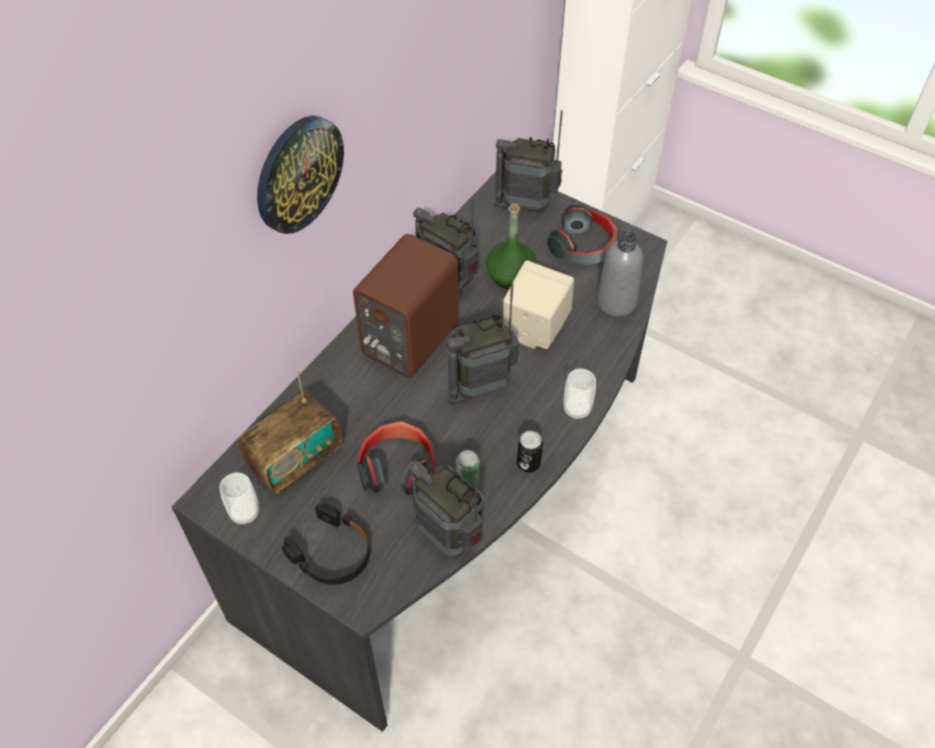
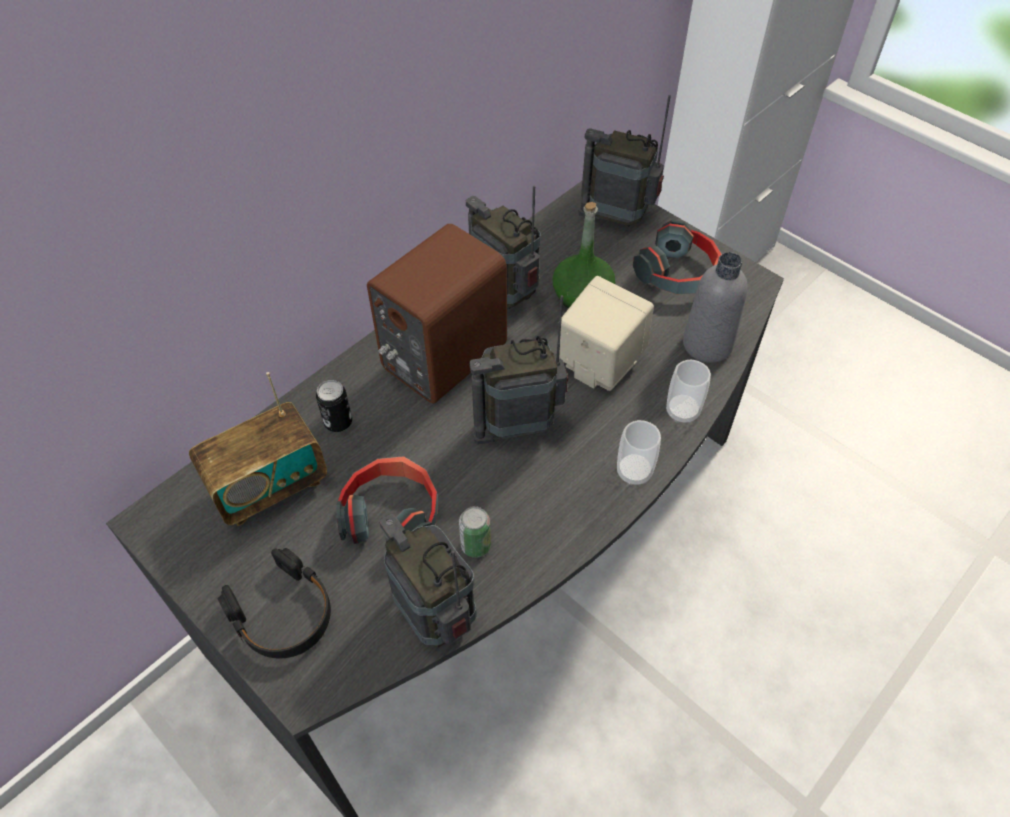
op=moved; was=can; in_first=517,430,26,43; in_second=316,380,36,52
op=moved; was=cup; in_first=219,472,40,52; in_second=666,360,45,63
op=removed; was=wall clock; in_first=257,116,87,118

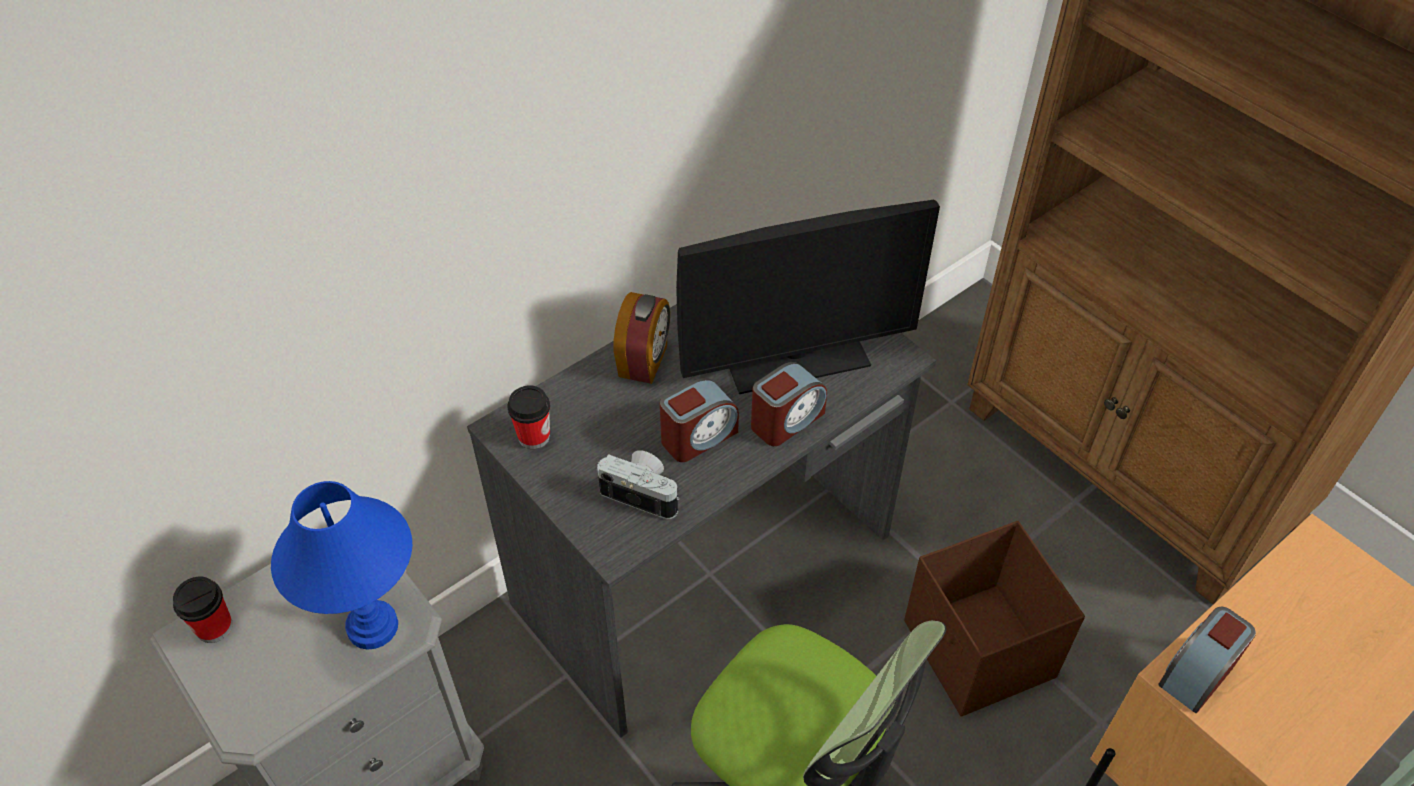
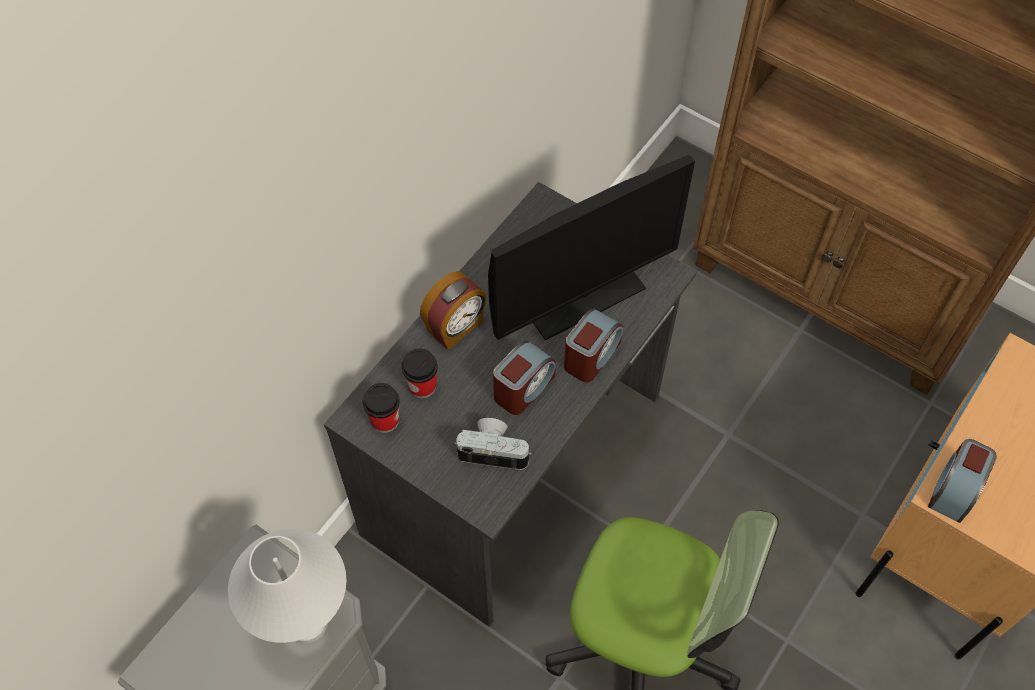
op=recoloured; was=blue table lamp; now=white table lamp; in_first=271,481,141,169; in_second=228,529,119,115
op=moved; was=cup; in_first=173,577,60,66; in_second=401,349,37,50
op=turned; was=alarm clock; in_first=613,292,57,92; in_second=420,271,67,79; clockwise=45
op=removed; was=brown storage box; in_first=904,521,181,196

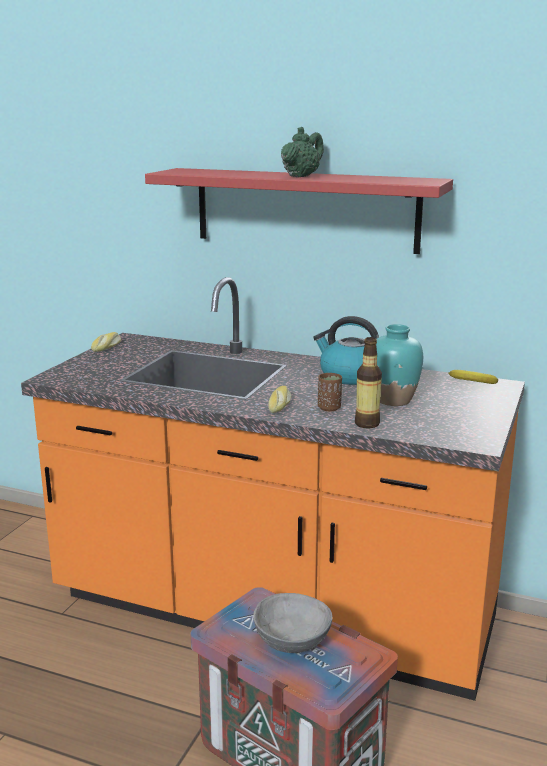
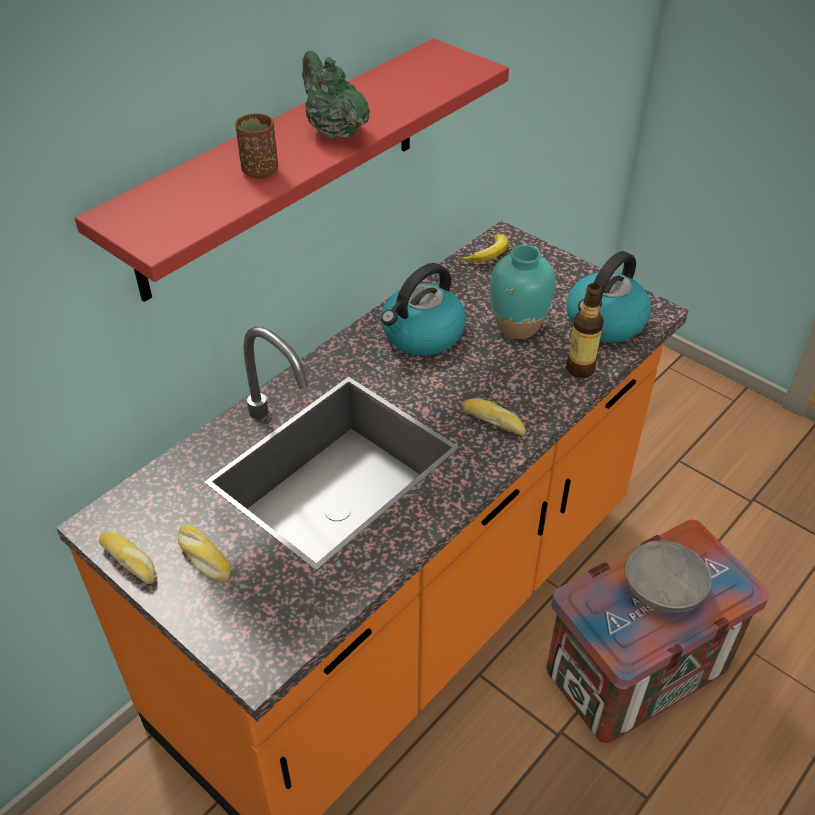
op=added; now=bread; in_second=178,524,53,57
op=moved; was=brown cup; in_first=318,373,24,38; in_second=235,113,43,65
op=added; now=kettle; in_second=566,251,85,92

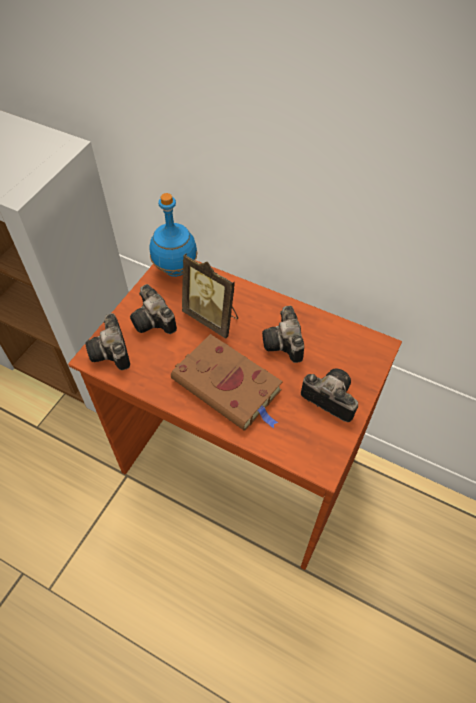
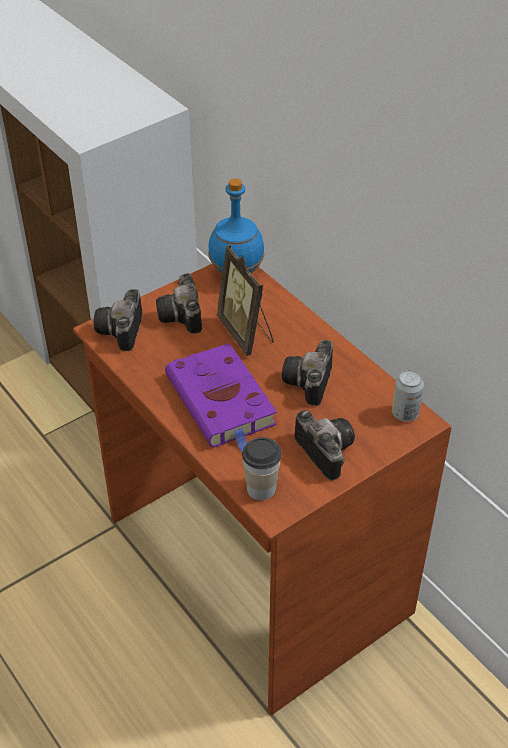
op=recoloured; was=brown book; now=purple book; in_first=171,334,112,97; in_second=165,343,112,109
op=added; now=cup; in_second=242,437,40,63
op=added; now=can; in_second=392,370,32,52

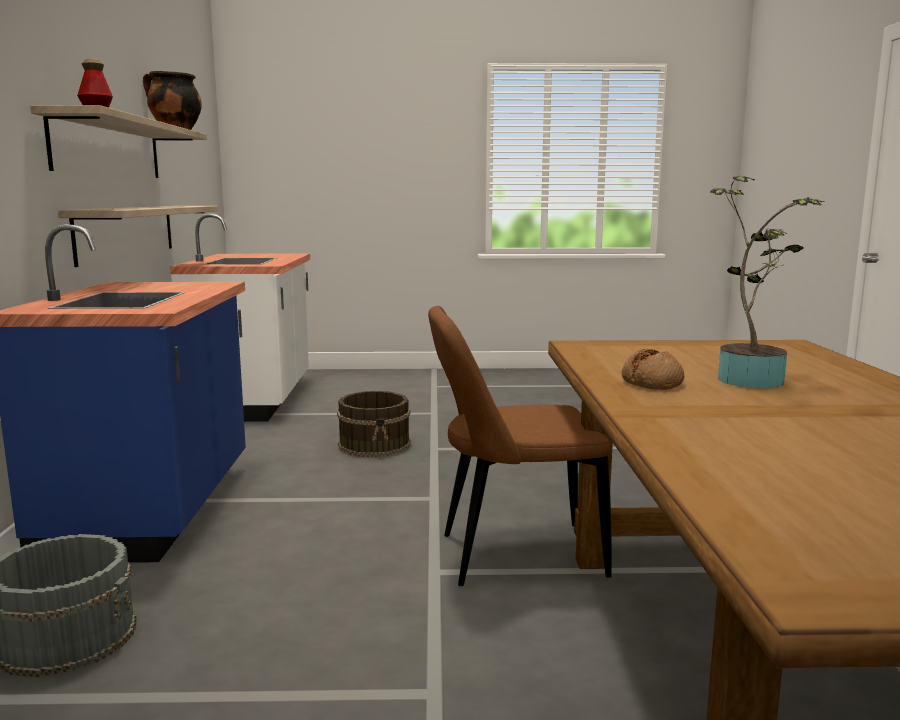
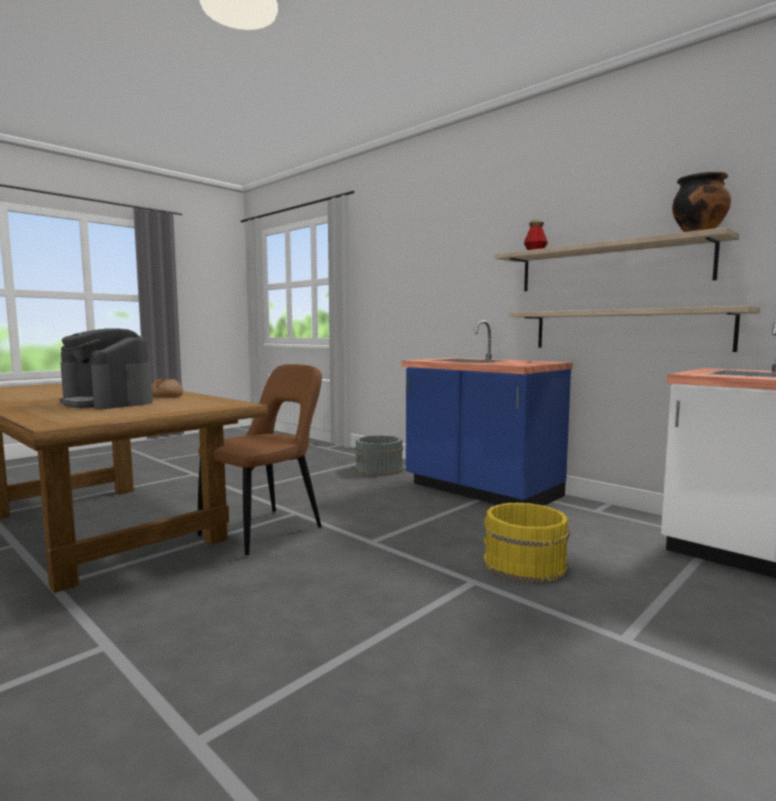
op=replaced; was=potted plant; now=coffee machine; in_first=710,175,114,213; in_second=59,328,94,81
op=recoloured; was=brown bucket; now=yellow bucket; in_first=337,391,74,66; in_second=484,503,86,80

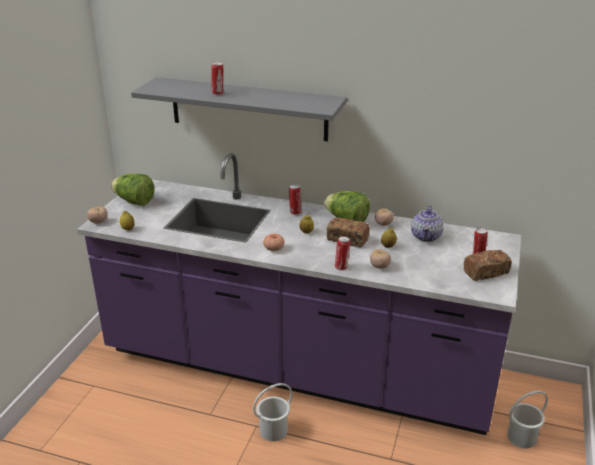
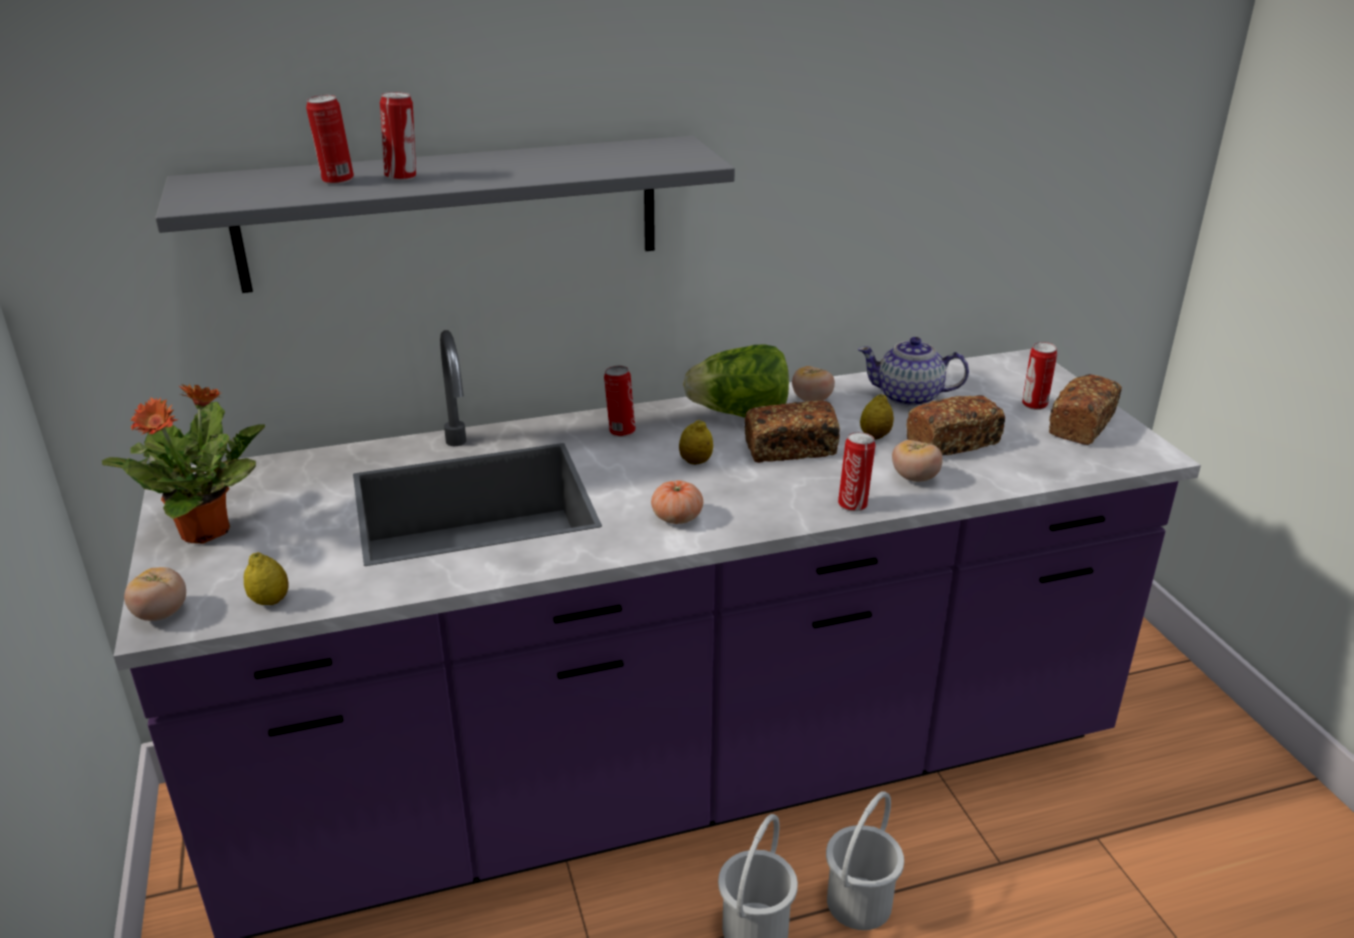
op=replaced; was=lettuce; now=potted plant; in_first=111,174,44,32; in_second=102,384,163,160
op=added; now=can; in_second=306,95,48,89
op=moved; was=white bucket; in_first=507,391,41,57; in_second=826,791,78,139
op=turned; was=teapot; in_first=411,206,32,36; in_second=858,337,111,70; clockwise=120
op=added; now=bread; in_second=906,395,99,60

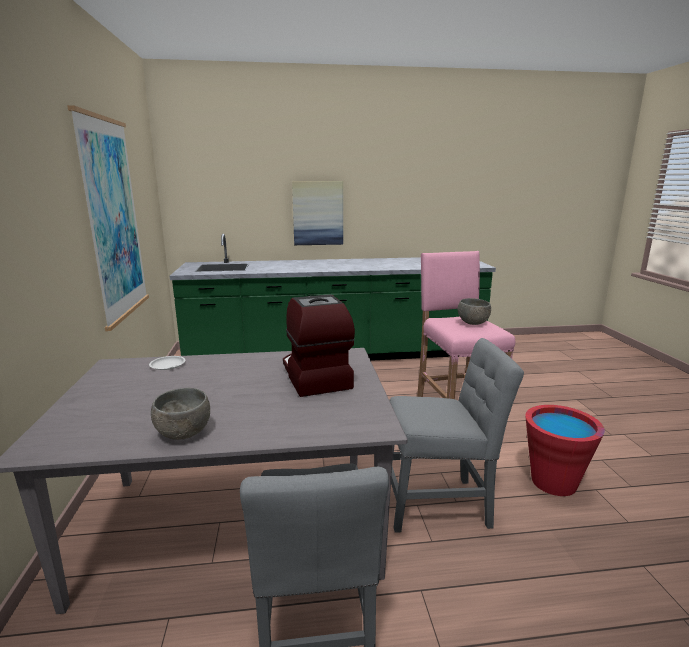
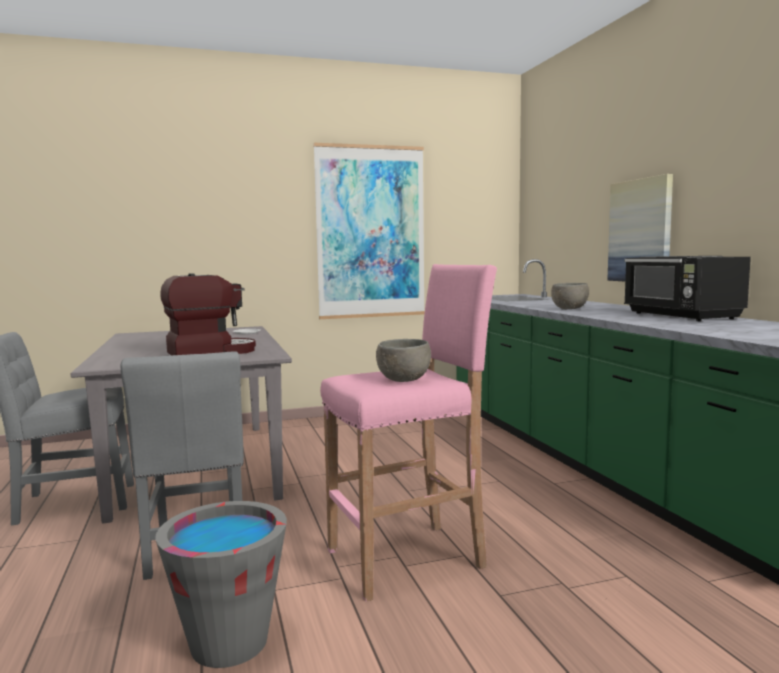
op=recoloured; was=red bucket; now=grey bucket; in_first=525,405,80,91; in_second=155,501,132,167
op=moved; was=grey bowl; in_first=151,388,59,52; in_second=551,283,38,26
op=added; now=black microwave; in_second=624,256,127,65

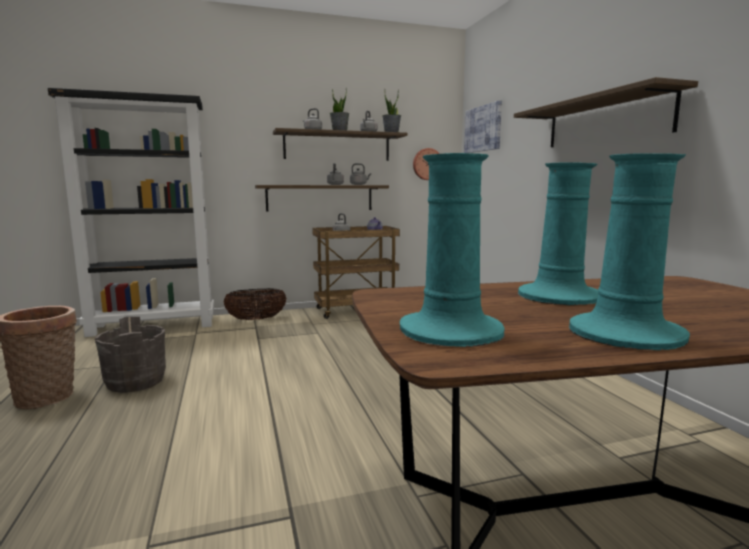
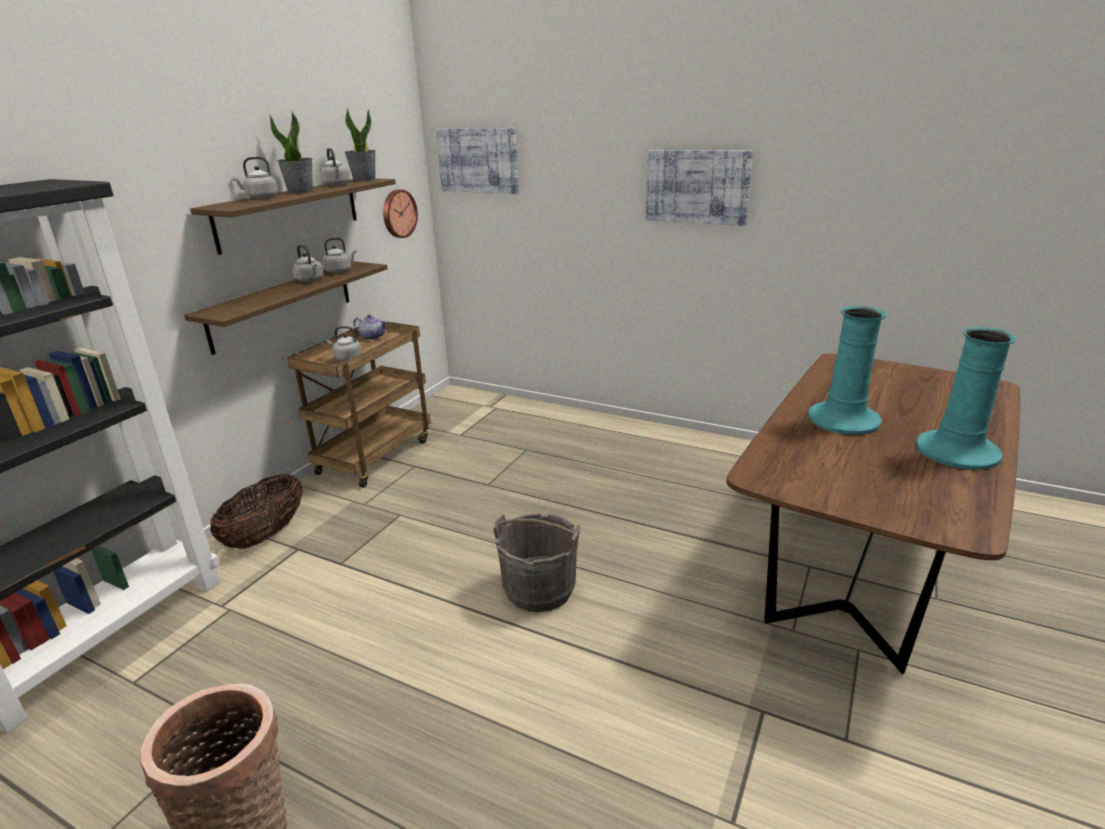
op=moved; was=grey bucket; in_first=95,317,71,76; in_second=493,513,88,99
op=replaced; was=shelf; now=picture; in_first=514,77,184,70; in_second=646,150,107,76
op=removed; was=turquoise vase; in_first=400,153,105,194

